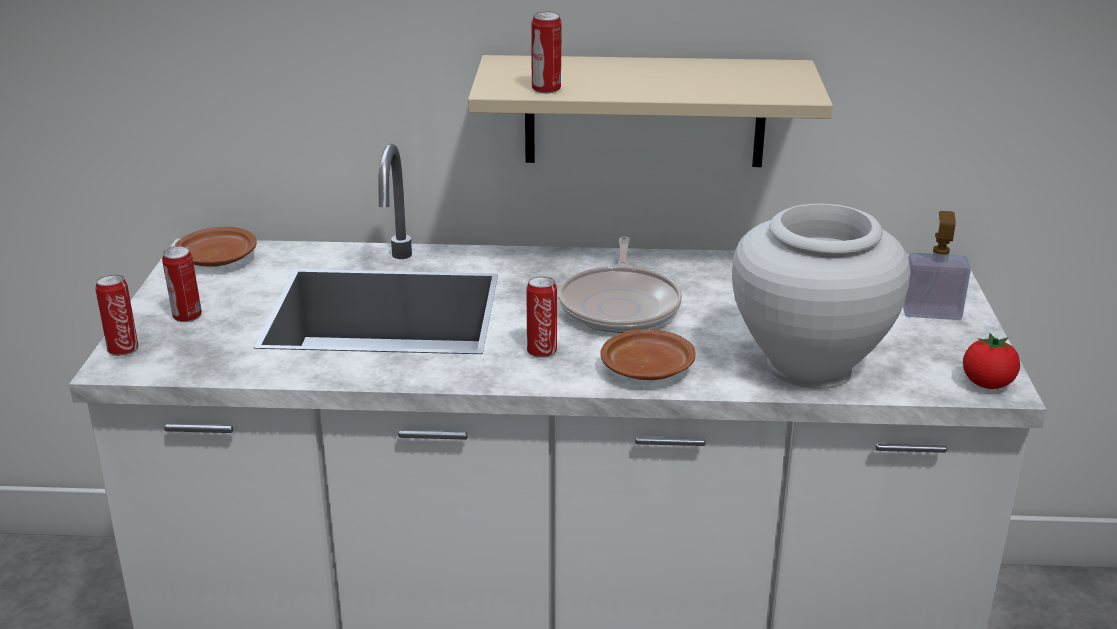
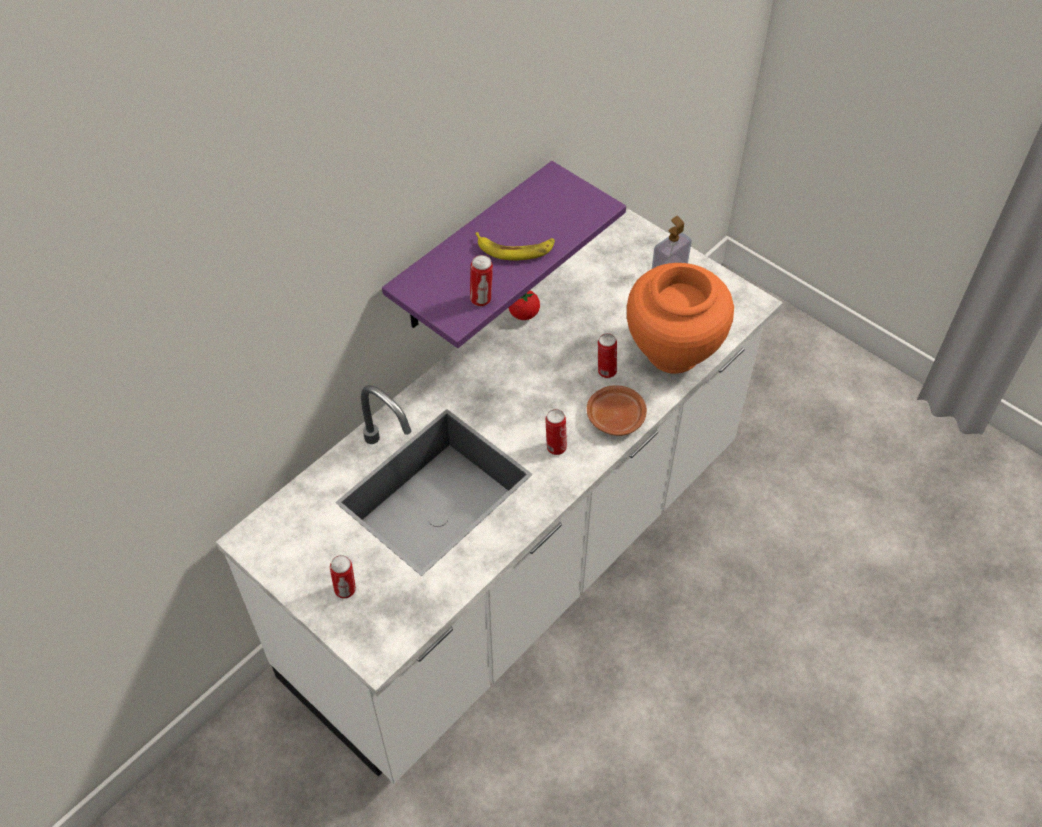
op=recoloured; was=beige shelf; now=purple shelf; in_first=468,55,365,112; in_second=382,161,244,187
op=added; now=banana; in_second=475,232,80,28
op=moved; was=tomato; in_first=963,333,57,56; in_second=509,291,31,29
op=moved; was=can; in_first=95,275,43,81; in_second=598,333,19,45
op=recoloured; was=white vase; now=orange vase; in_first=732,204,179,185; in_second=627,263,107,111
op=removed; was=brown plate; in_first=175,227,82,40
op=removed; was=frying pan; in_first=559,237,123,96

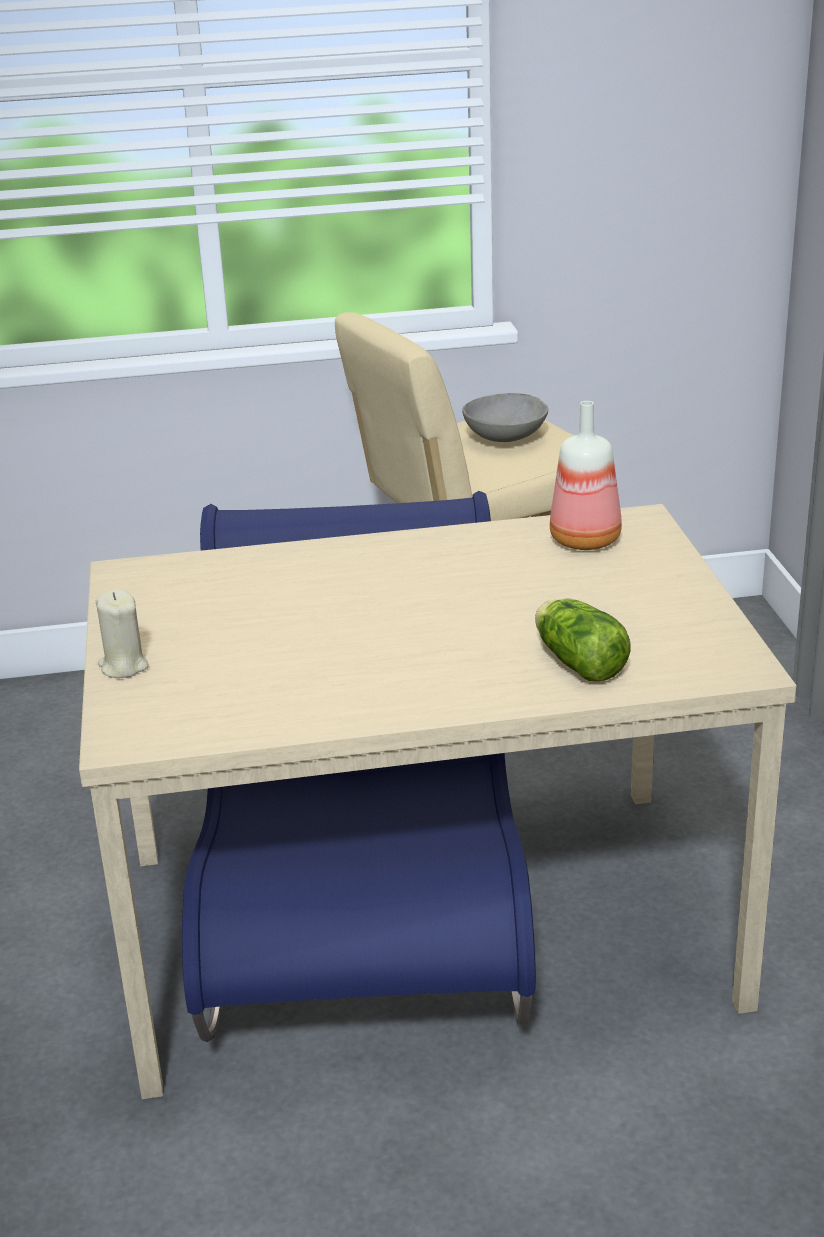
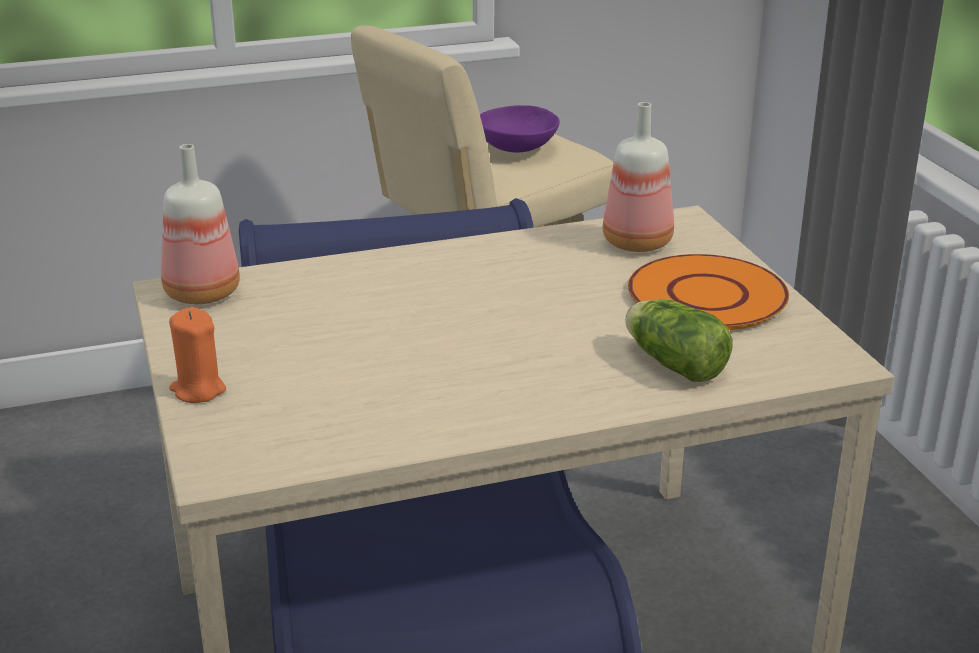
op=added; now=bottle; in_second=161,144,79,160
op=recoloured; was=beige candle; now=orange candle; in_first=96,589,53,89; in_second=169,307,57,96
op=recoloured; was=grey bowl; now=purple bowl; in_first=462,393,86,49; in_second=480,105,80,47
op=added; now=orange plate; in_second=628,254,161,76

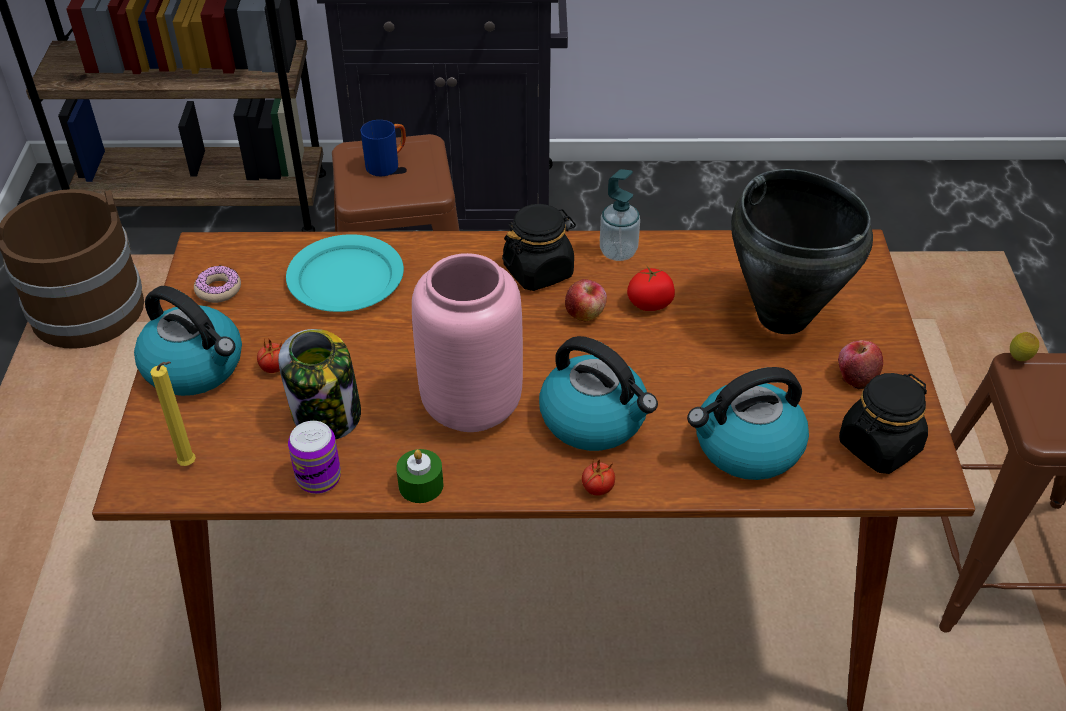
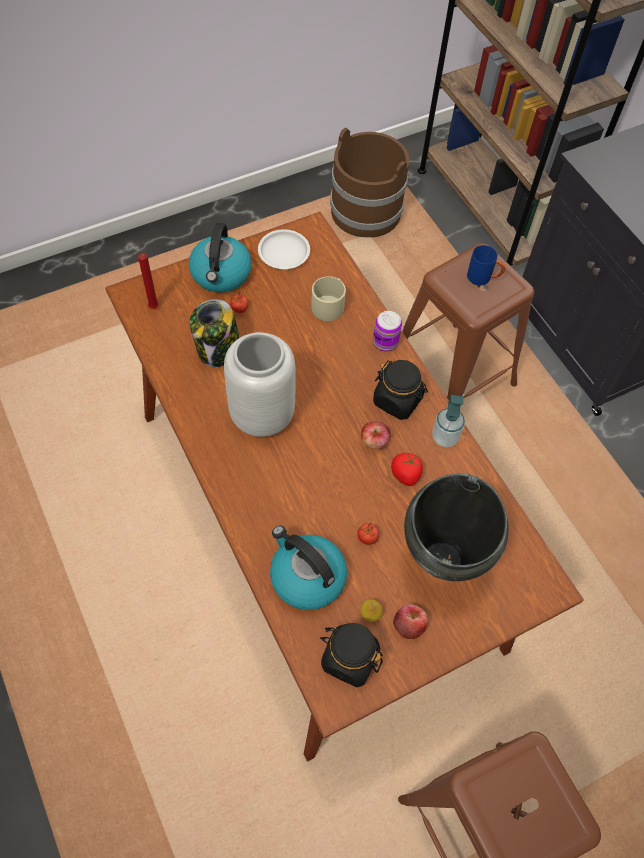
op=recoloured; was=yellow candle; now=red candle; in_first=150,361,46,105; in_second=138,253,21,56
op=recoloured; was=pink vase; now=grey vase; in_first=412,253,111,179; in_second=224,332,72,105
op=replaced; was=donut; now=white plate; in_first=194,266,47,37; in_second=258,229,52,40
op=replaced; was=turquoise plate; now=beige mug; in_first=286,234,118,78; in_second=311,276,35,45
op=moved; was=tomato; in_first=582,459,33,37; in_second=357,523,22,22
op=moved; was=lemon; in_first=1010,332,29,29; in_second=361,600,21,22
op=moved; was=can; in_first=288,421,53,73; in_second=373,311,29,41
op=removed; was=green candle; in_first=396,449,48,54
op=removed; was=kettle; in_first=539,336,119,115

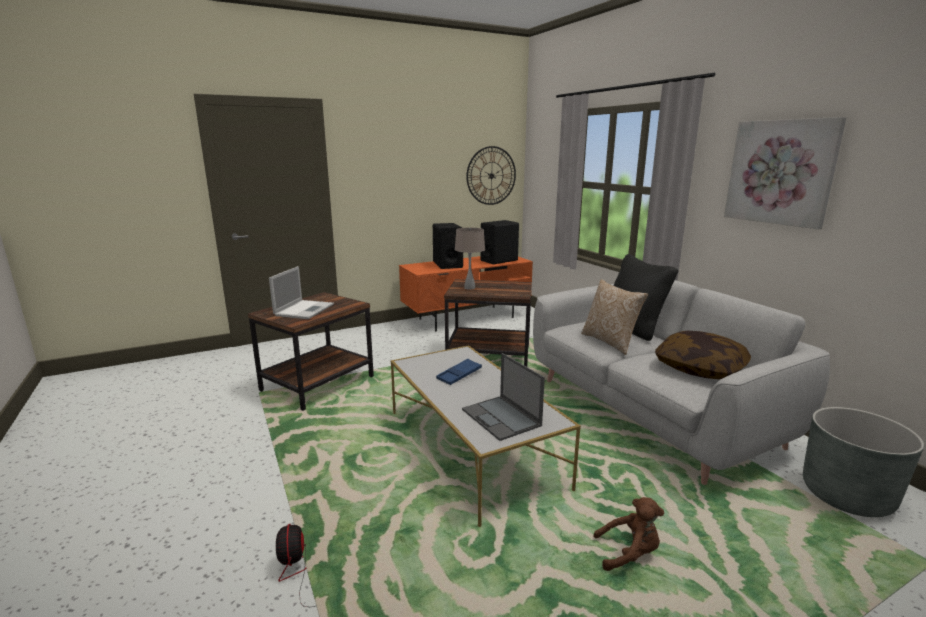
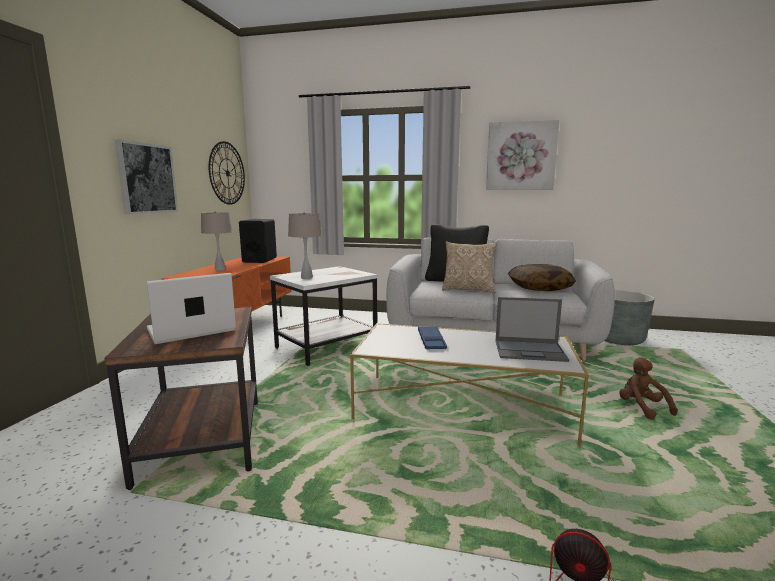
op=added; now=picture; in_second=115,139,63,76
op=turned; was=laptop; in_first=269,266,65,53; in_second=147,273,89,71; clockwise=-90
op=replaced; was=black speaker; now=beige table lamp; in_first=433,223,30,46; in_second=201,211,32,60
op=recoloured; was=brown side table; now=white side table; in_first=444,279,88,88; in_second=270,266,107,100
op=turned; was=brown plush toy; in_first=593,497,71,74; in_second=619,357,59,63; clockwise=-60

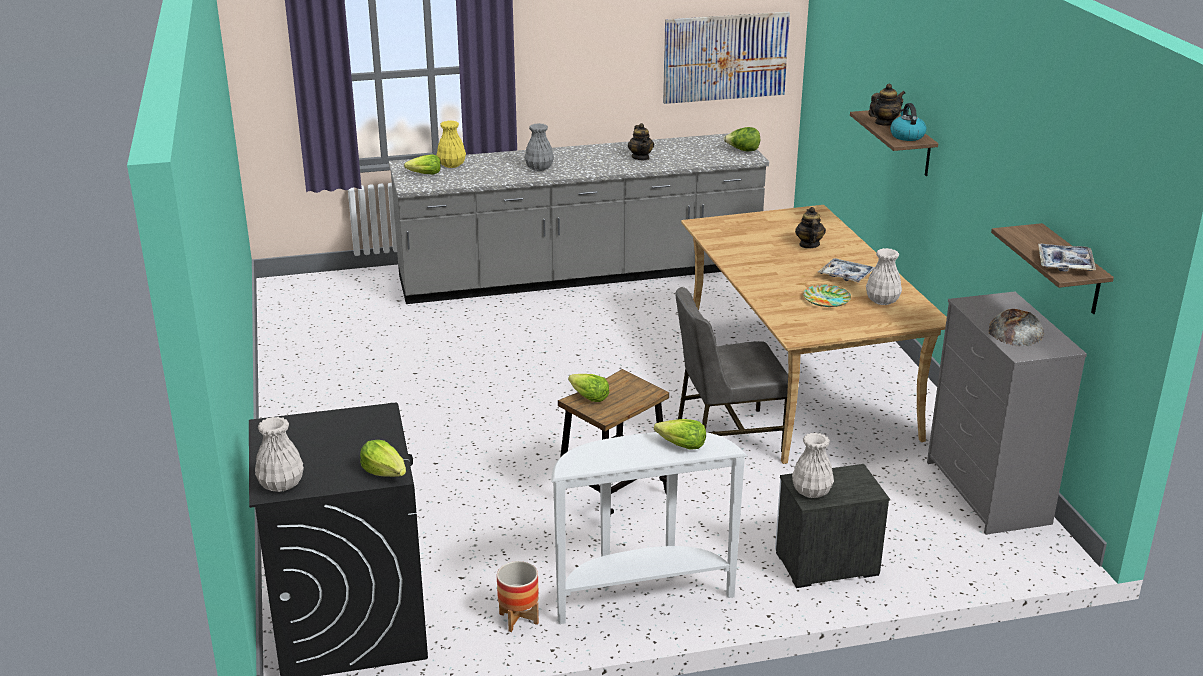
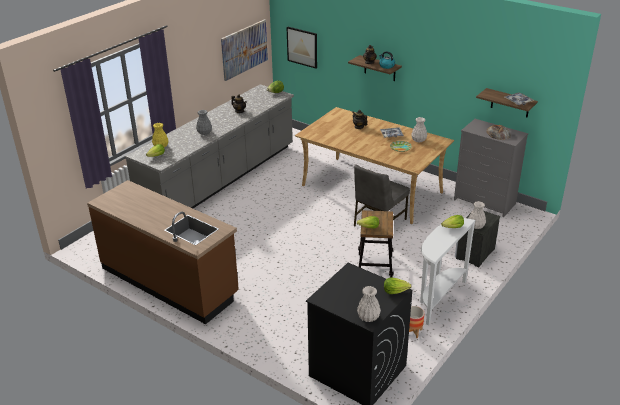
op=added; now=brown counter; in_second=87,180,152,144
op=added; now=picture; in_second=287,26,30,43

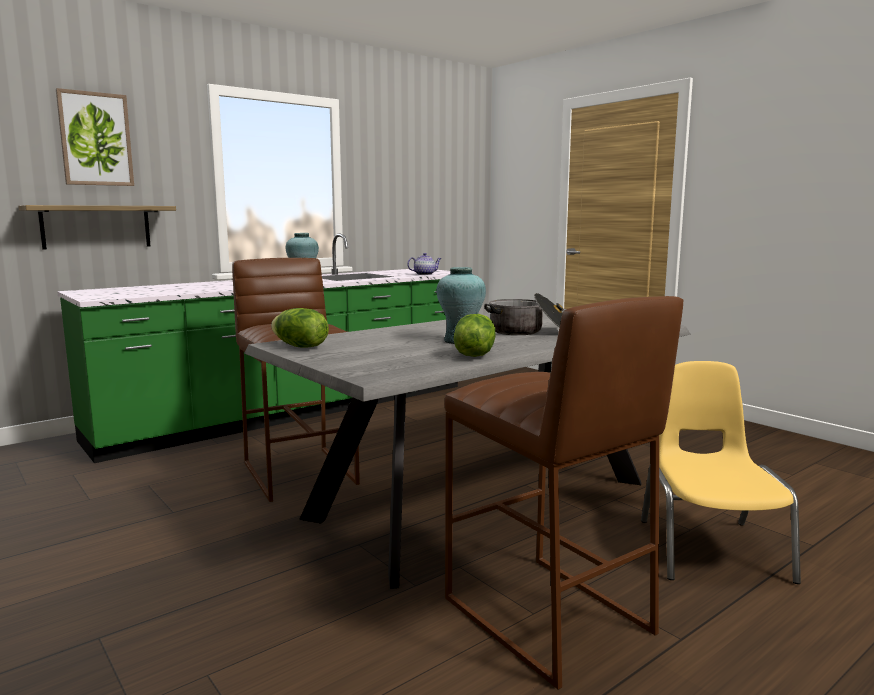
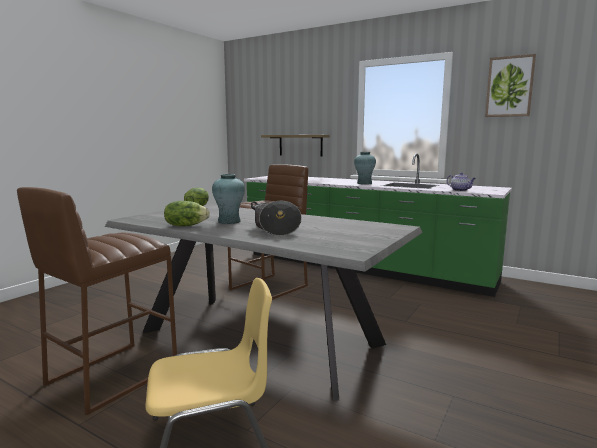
op=moved; was=picture; in_first=56,88,78,98; in_second=485,54,51,63

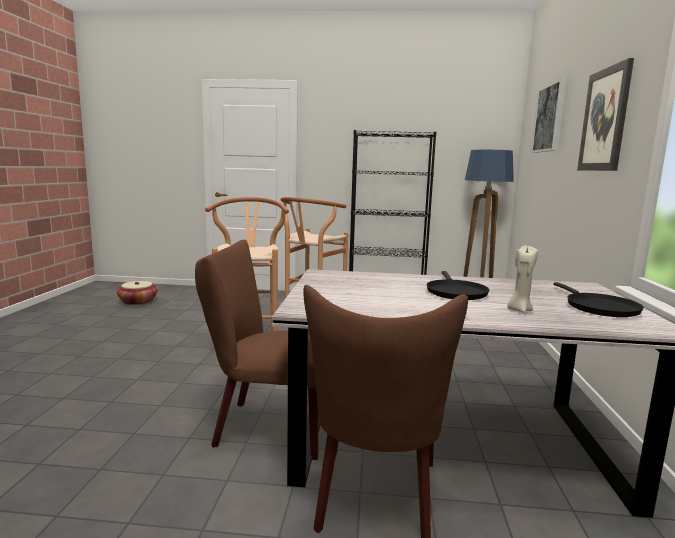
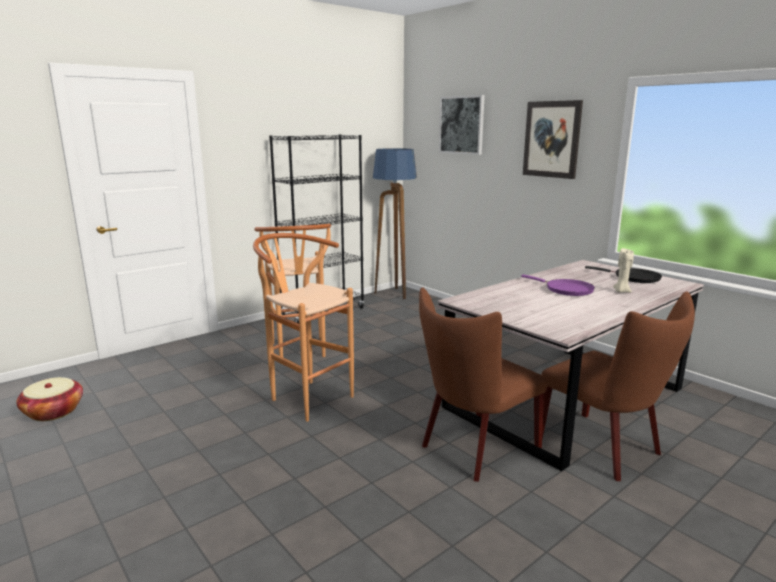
op=recoloured; was=black frying pan; now=purple frying pan; in_first=426,271,63,29; in_second=521,274,74,22

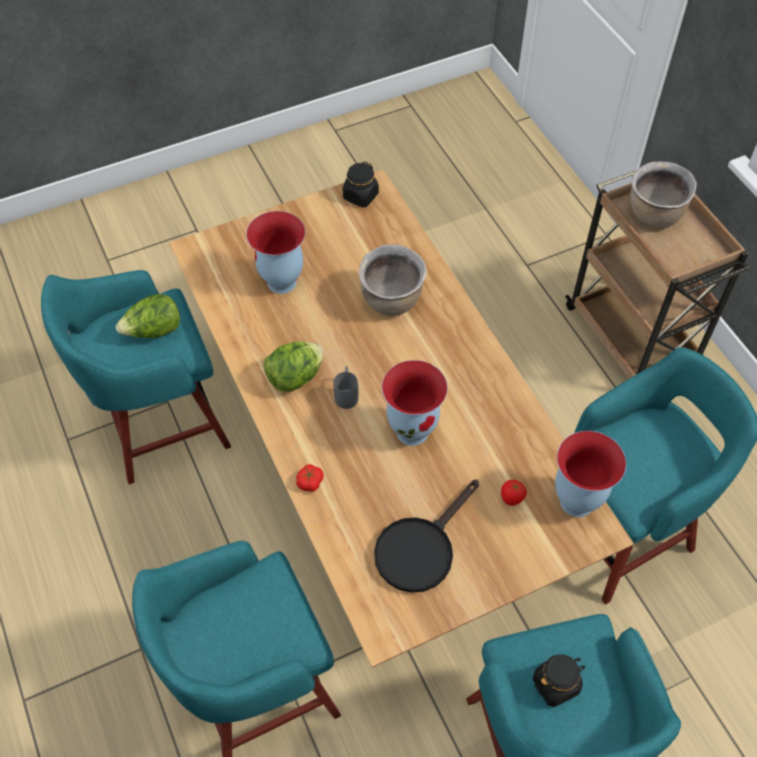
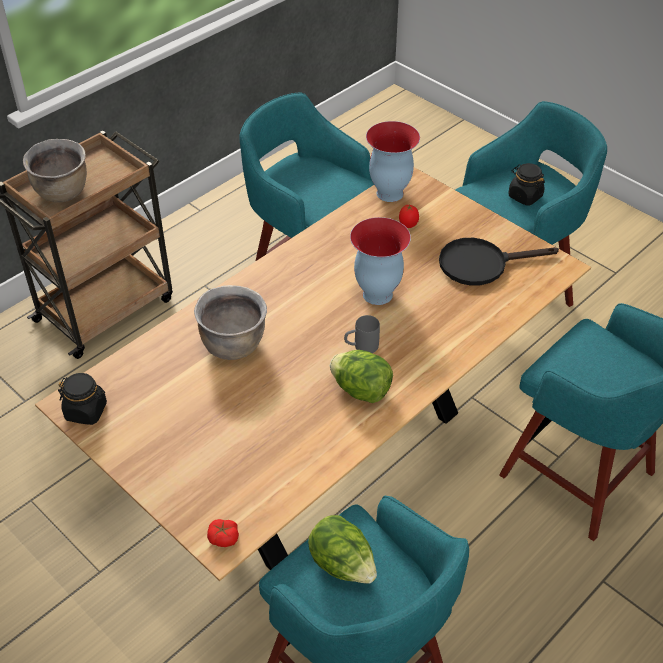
op=moved; was=tomato; in_first=296,464,28,28; in_second=207,519,32,28
op=turned; was=black frying pan; in_first=374,480,105,113; in_second=439,238,120,48; clockwise=150
op=removed; was=vase; in_first=246,211,59,83

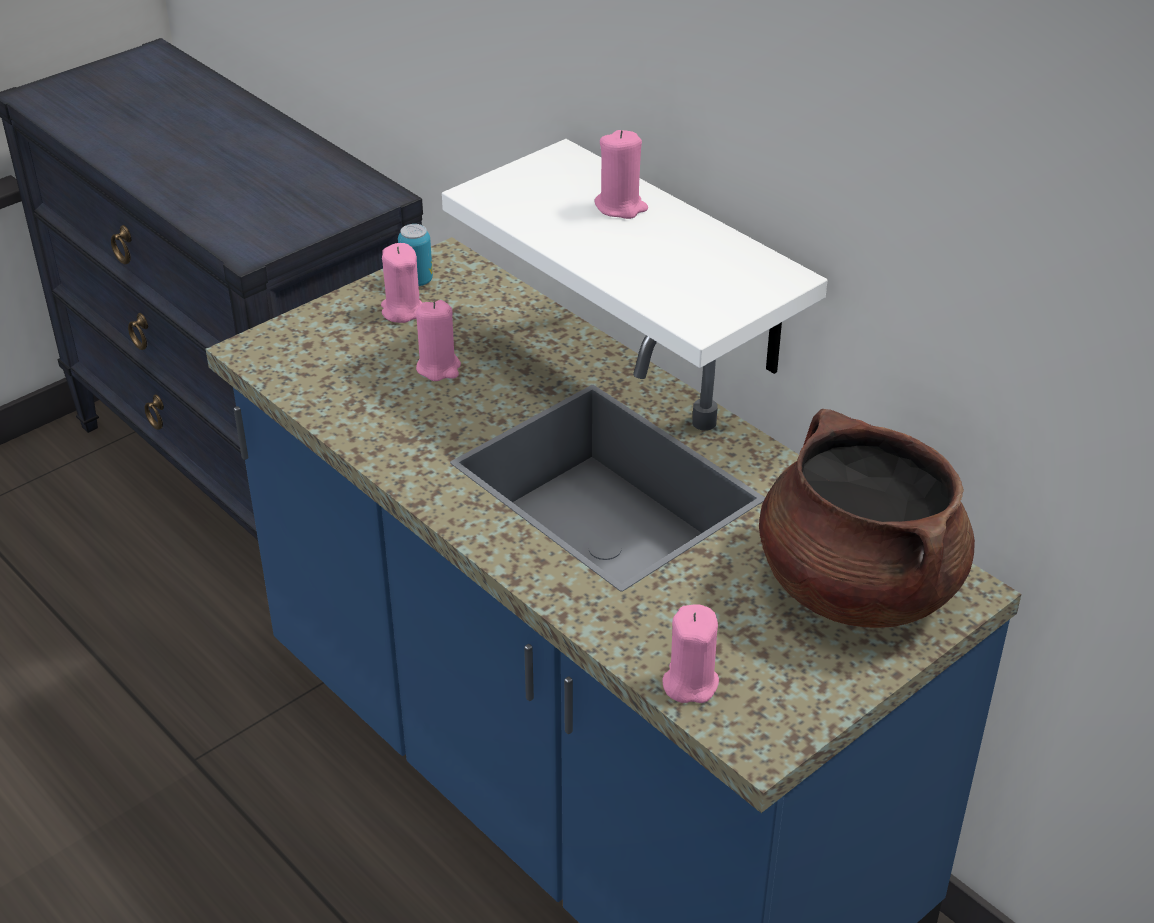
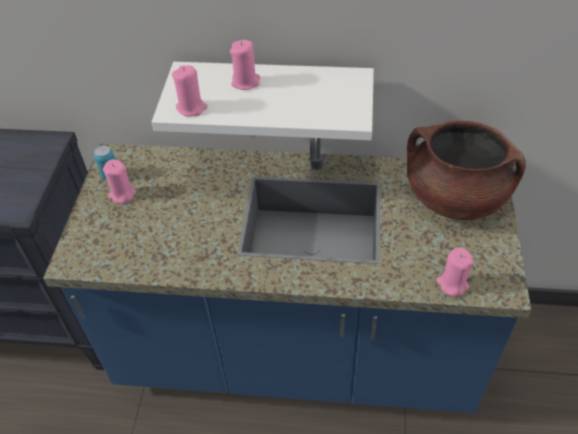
op=moved; was=pink candle; in_first=416,300,45,81; in_second=172,65,36,51

